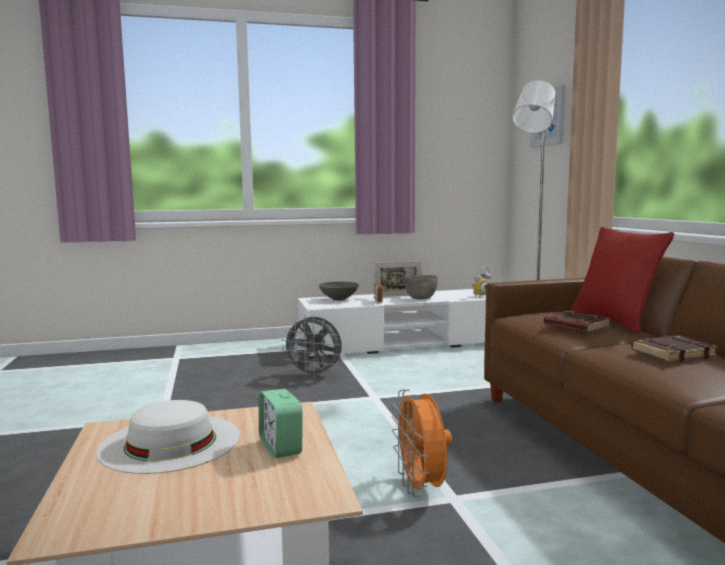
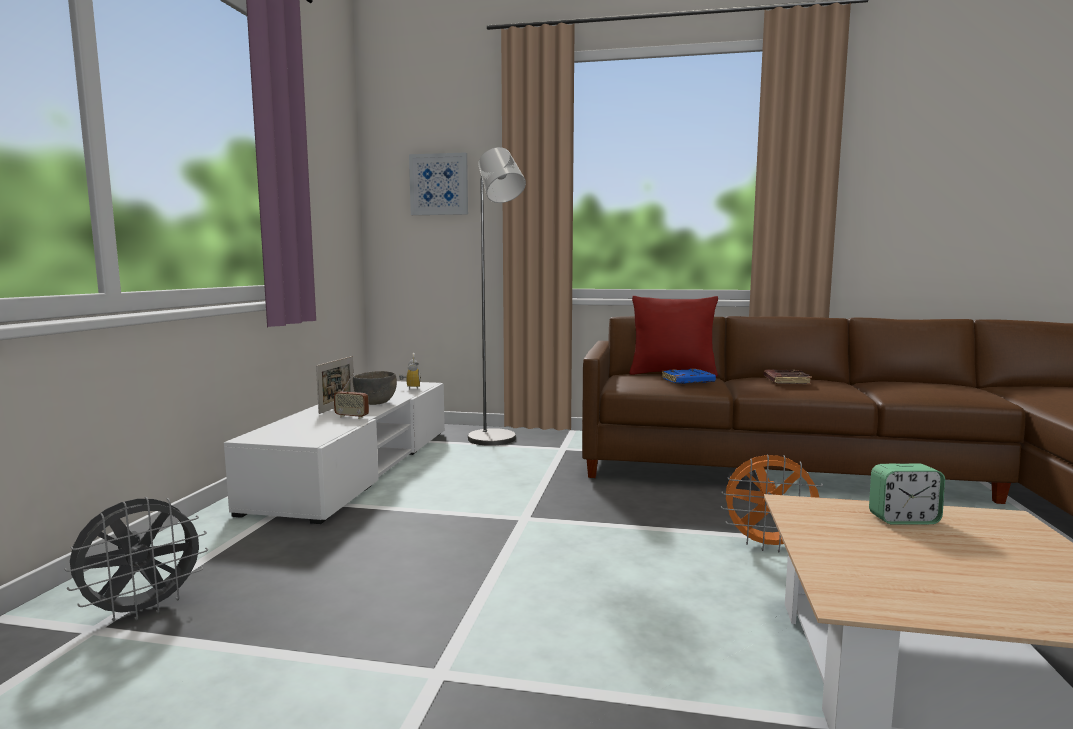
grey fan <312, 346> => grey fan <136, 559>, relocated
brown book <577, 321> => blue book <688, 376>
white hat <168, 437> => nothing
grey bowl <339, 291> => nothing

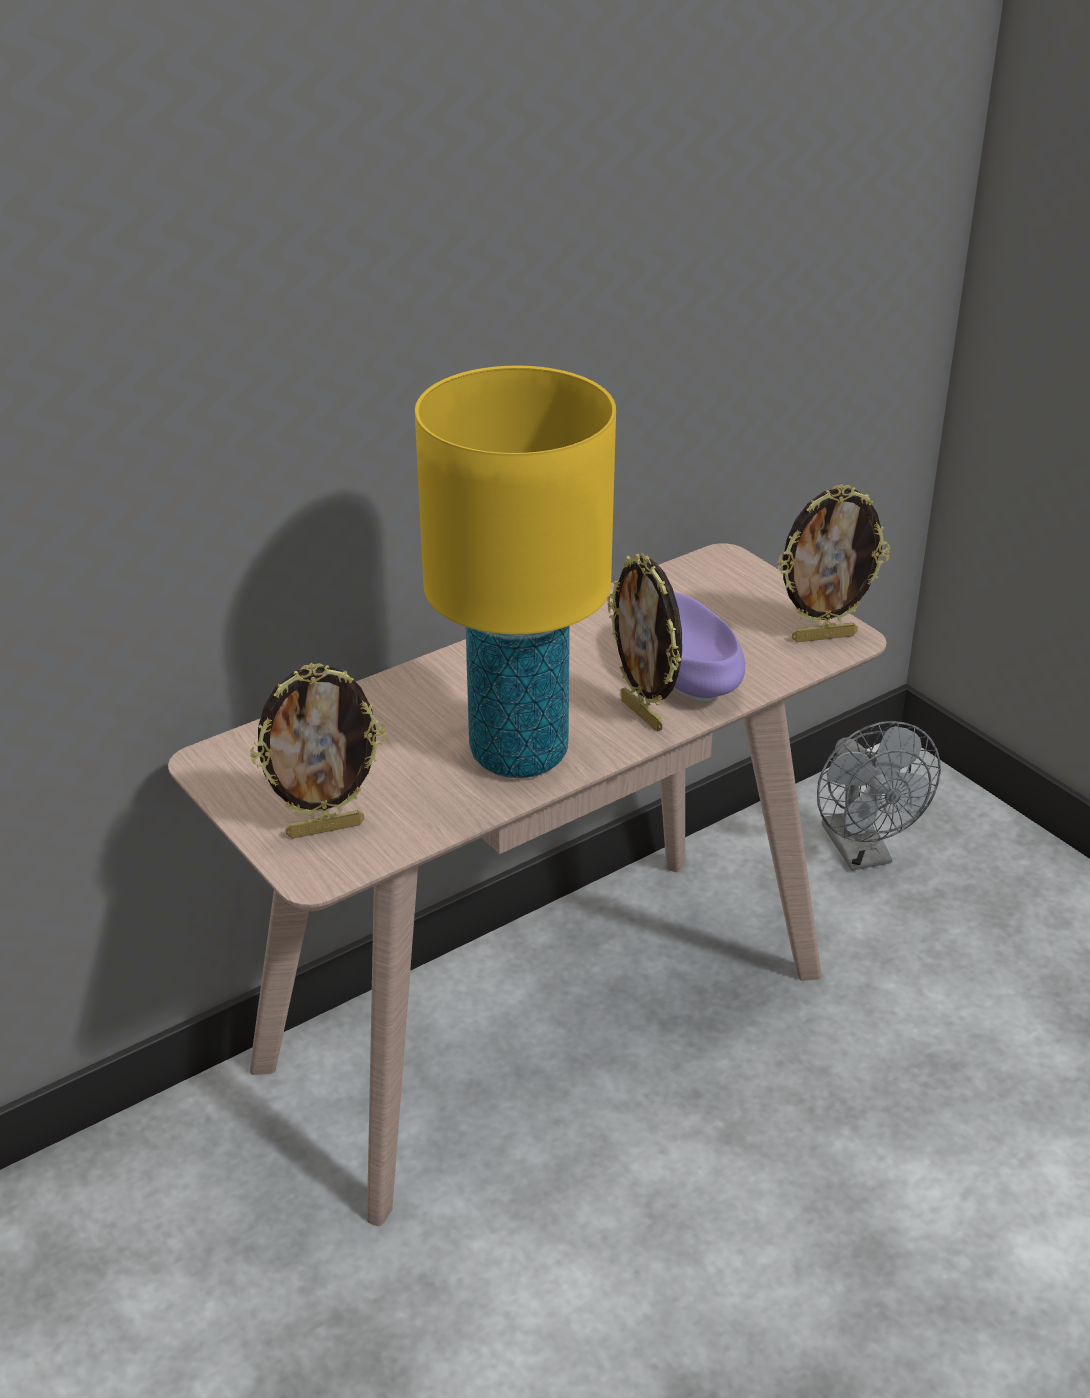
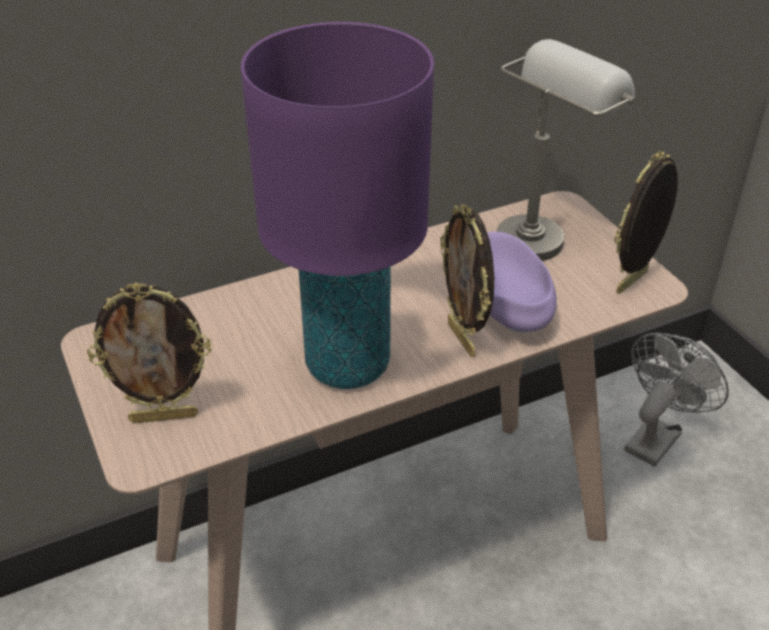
yellow table lamp <515, 571> => purple table lamp <337, 205>
nothing => grey table lamp <566, 150>
picture frame <833, 563> => picture frame <646, 222>, 135 degrees clockwise
grey fan <879, 796> => grey fan <676, 400>, 135 degrees counterclockwise

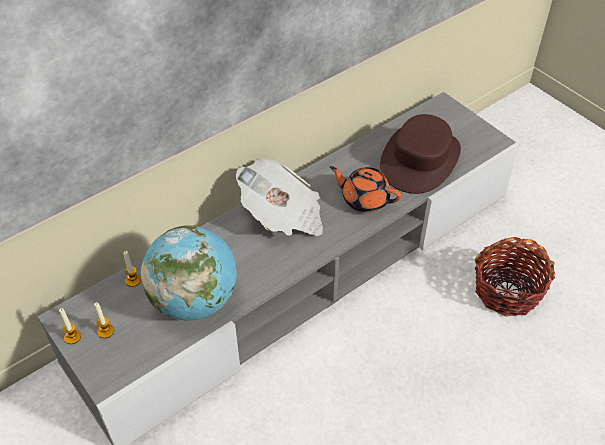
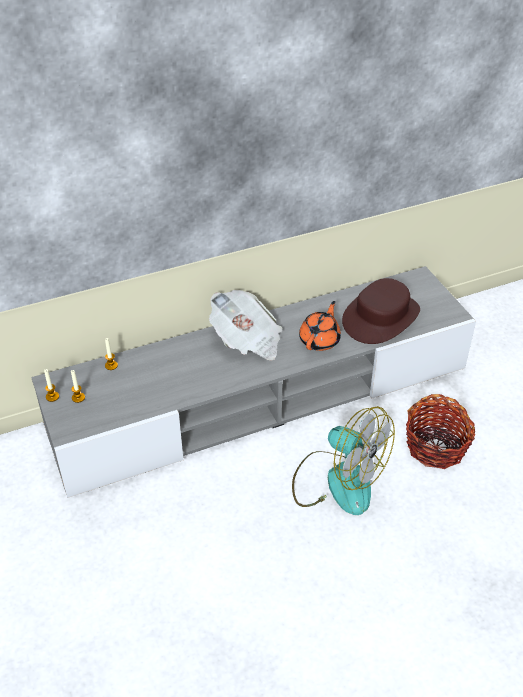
nothing => fan <343, 460>
orange teapot <366, 189> => orange teapot <320, 326>, 75 degrees clockwise
globe <188, 273> => nothing

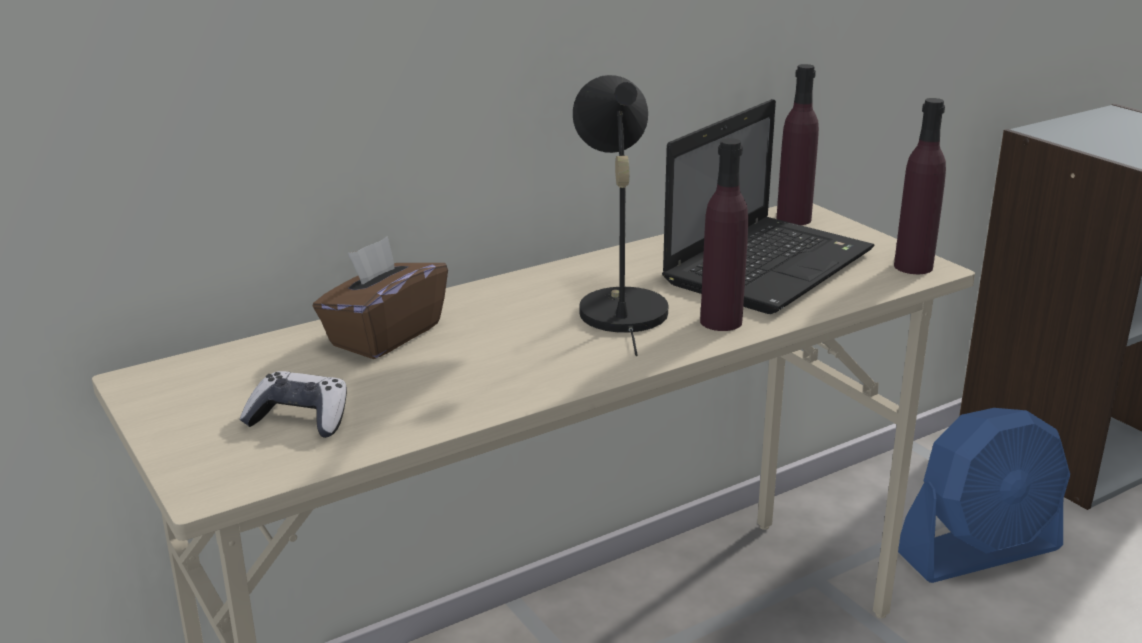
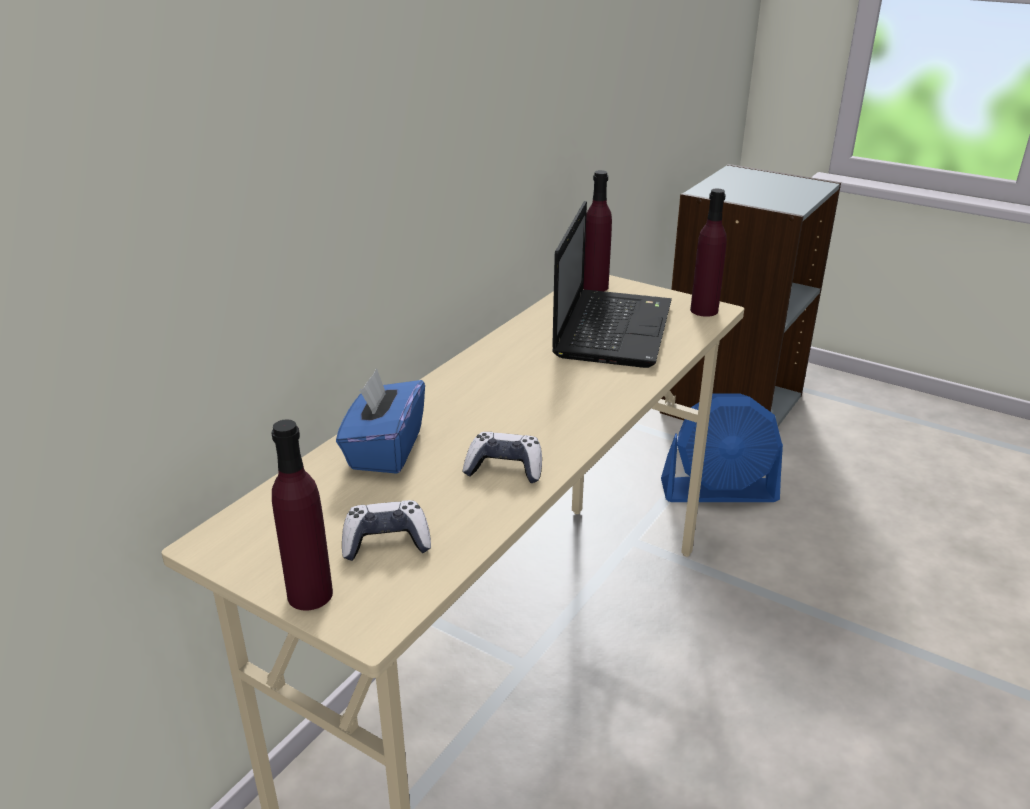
purple bottle <724, 234> => purple bottle <302, 515>, relocated
brown tissue box <380, 297> => blue tissue box <380, 421>
nothing => game controller <502, 457>
blue fan <984, 495> => blue fan <722, 447>, 45 degrees clockwise
black table lamp <620, 215> => nothing

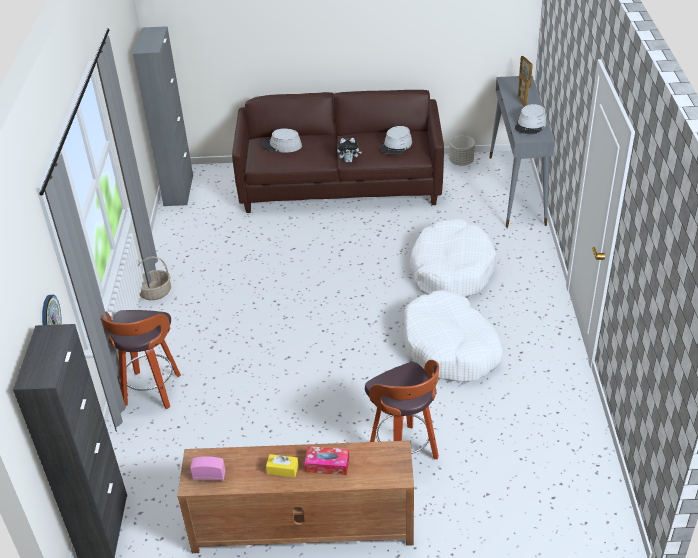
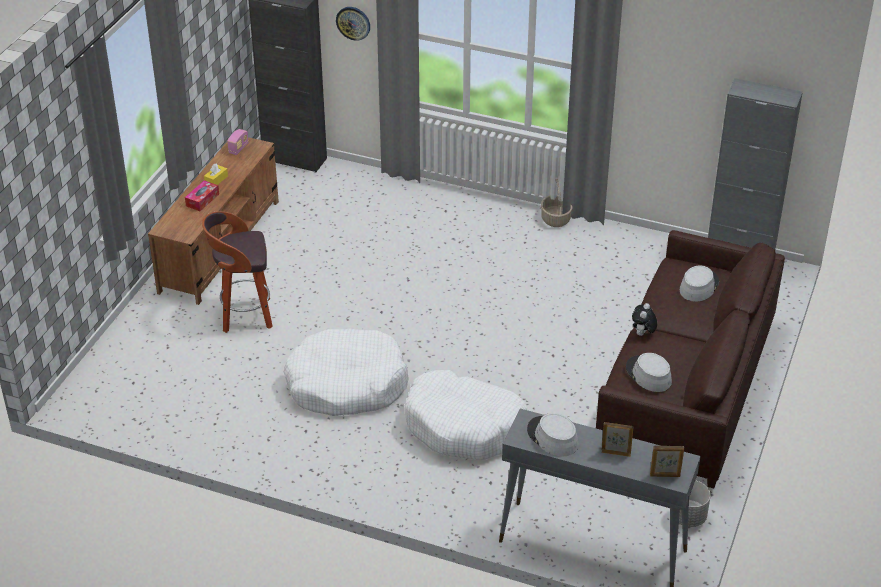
stool <140, 359> => nothing

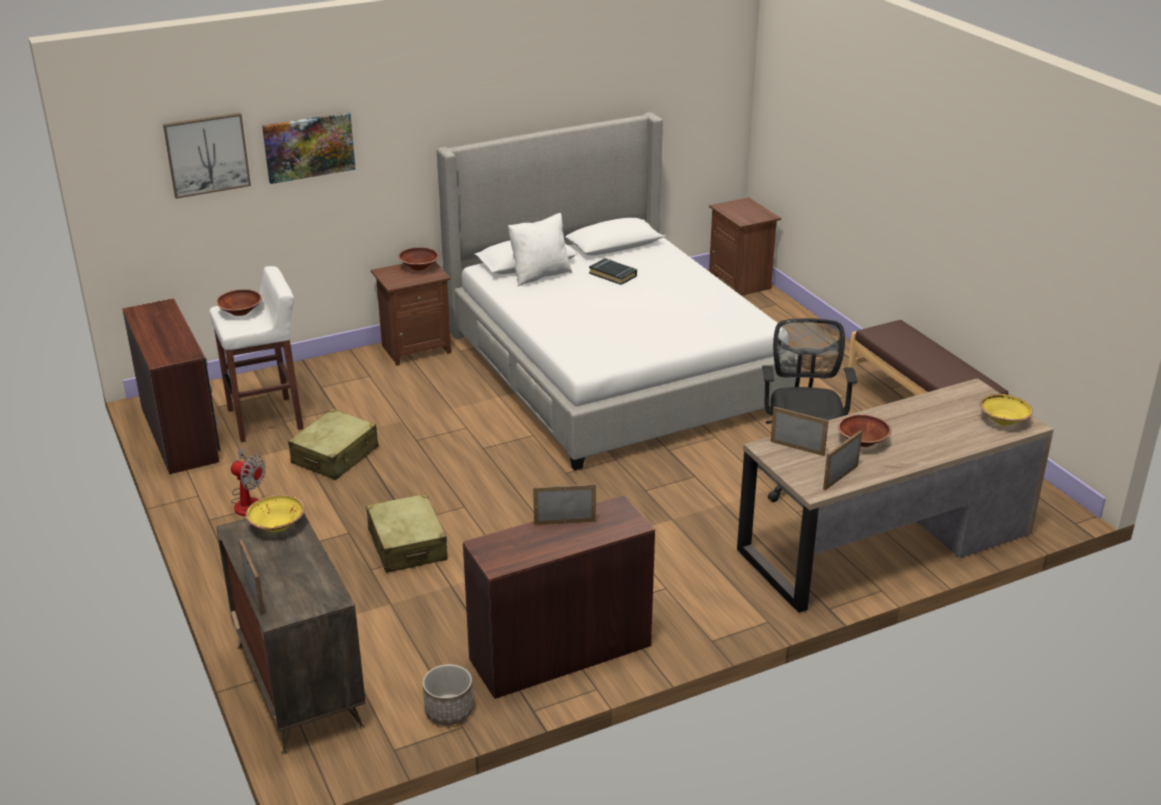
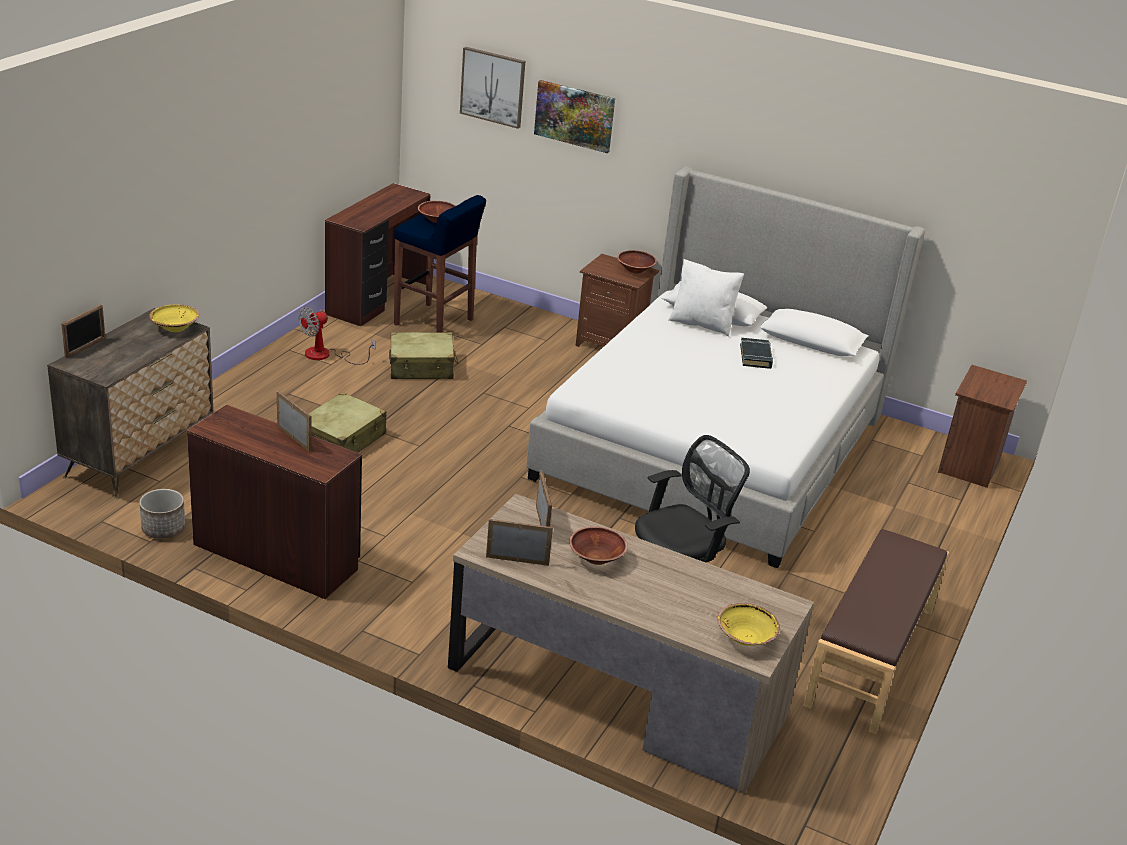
fan <248, 481> => fan <336, 336>, 60 degrees clockwise
white stool <257, 354> => blue stool <440, 263>

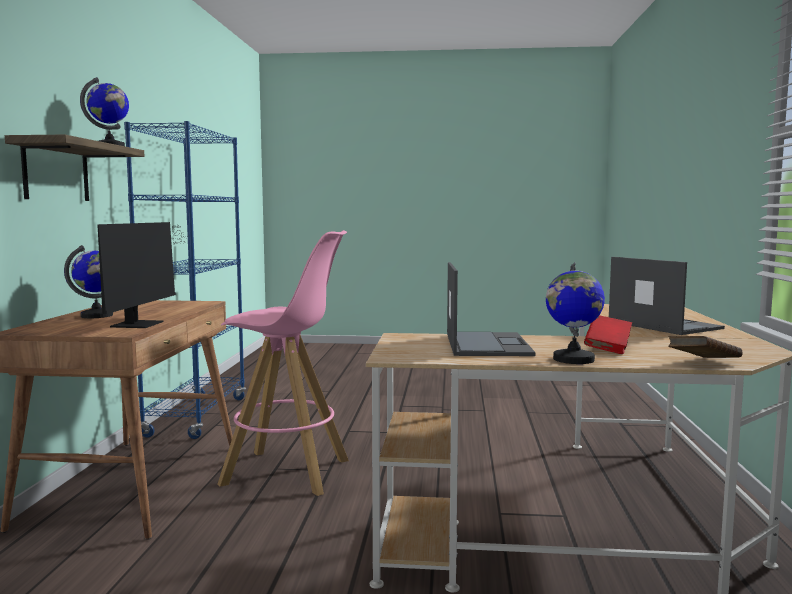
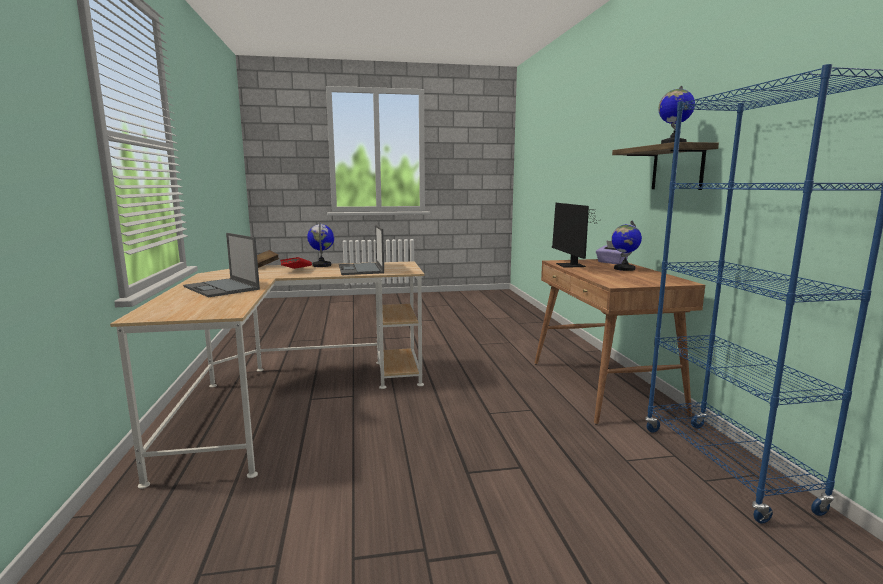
nothing => purple tissue box <612, 252>
pink stool <283, 363> => nothing

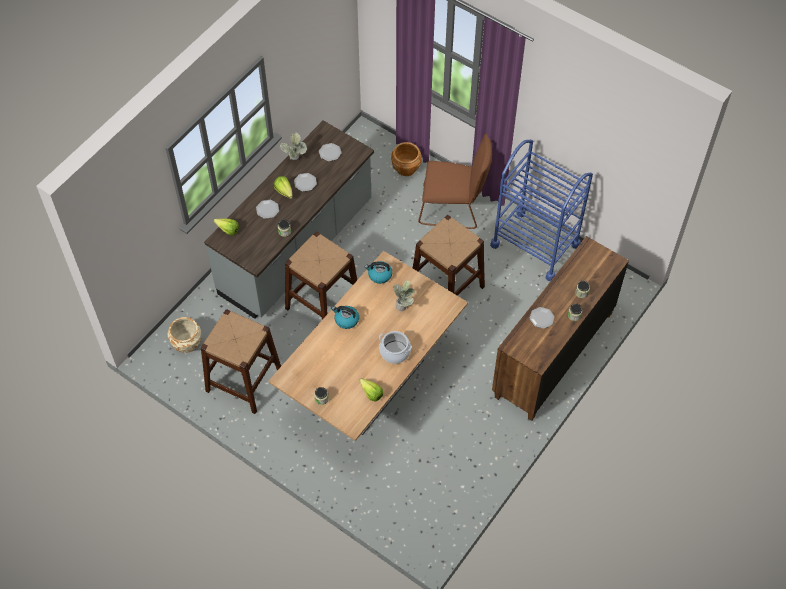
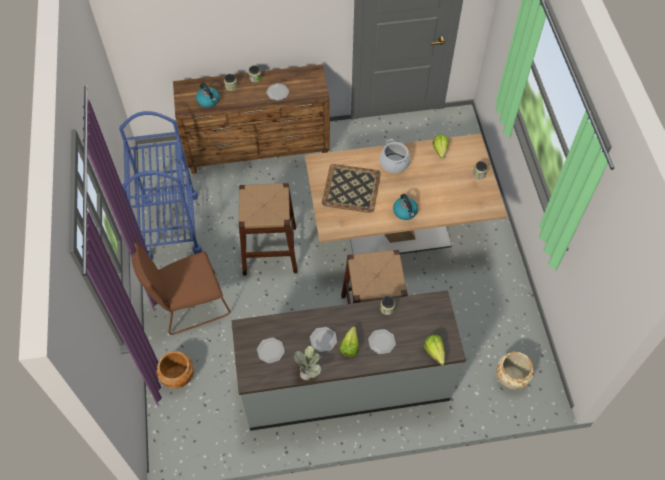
brown chair <455, 181> => brown chair <181, 289>, 75 degrees counterclockwise
kettle <378, 272> => kettle <207, 95>, relocated
potted plant <404, 295> => tray <351, 188>
brown stool <241, 361> => nothing

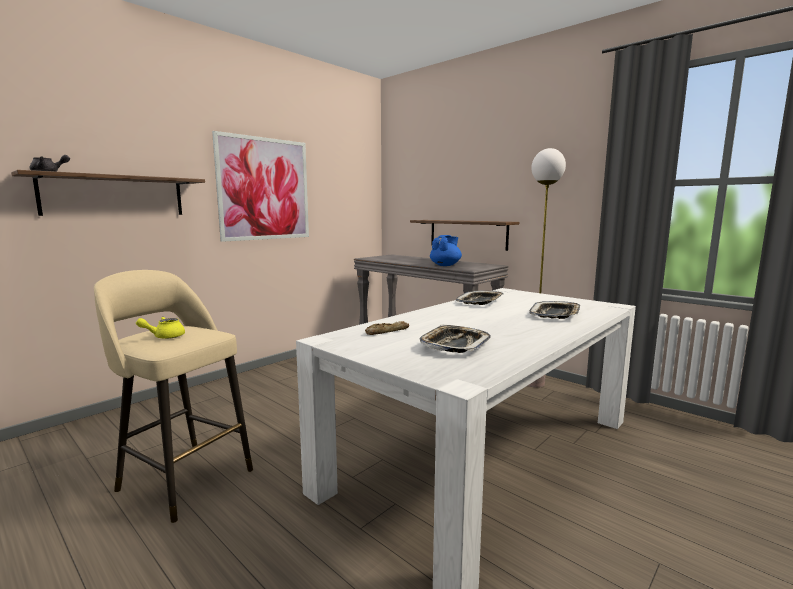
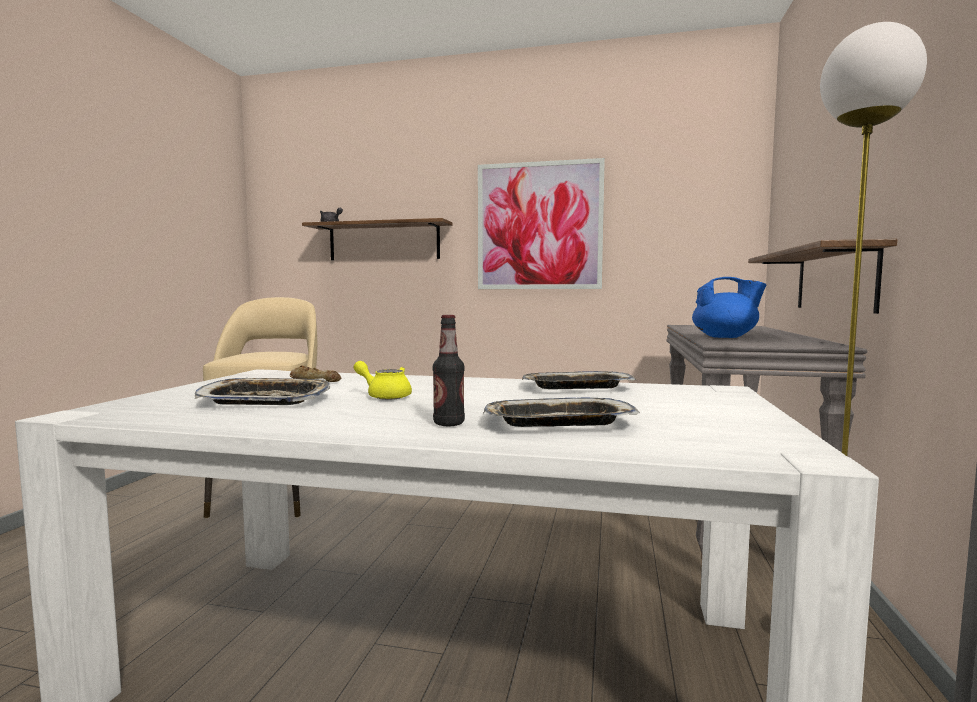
yellow teapot <160, 328> => yellow teapot <383, 380>, relocated
nothing => bottle <449, 370>

